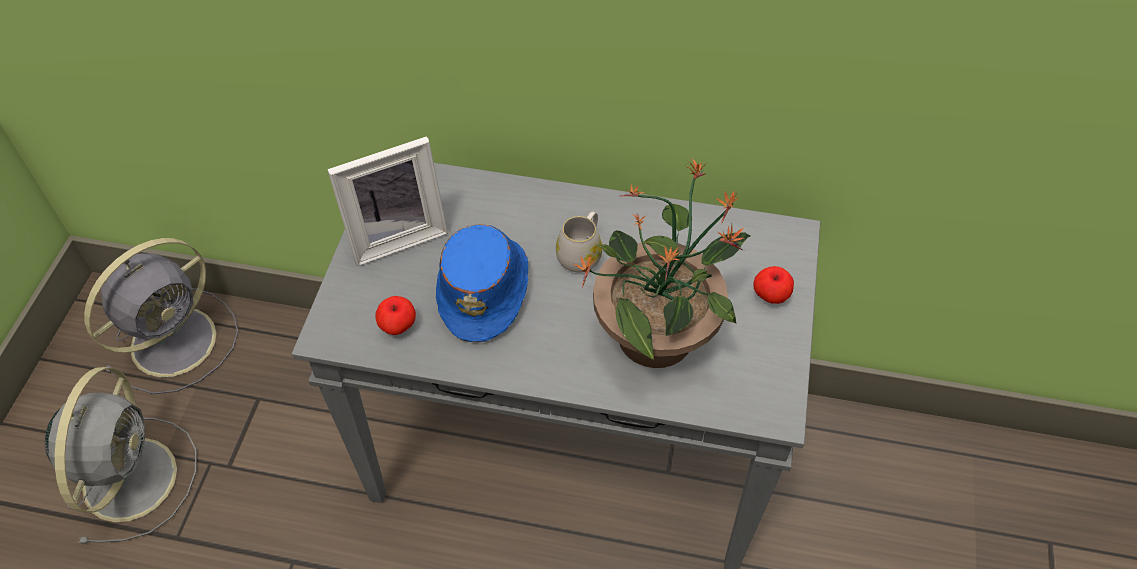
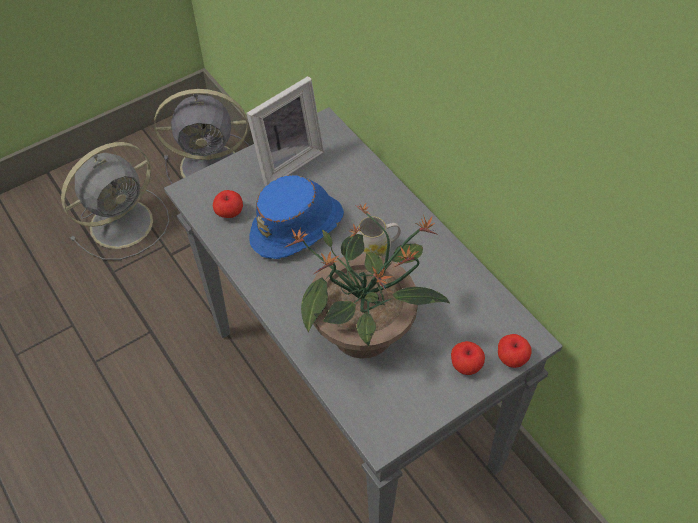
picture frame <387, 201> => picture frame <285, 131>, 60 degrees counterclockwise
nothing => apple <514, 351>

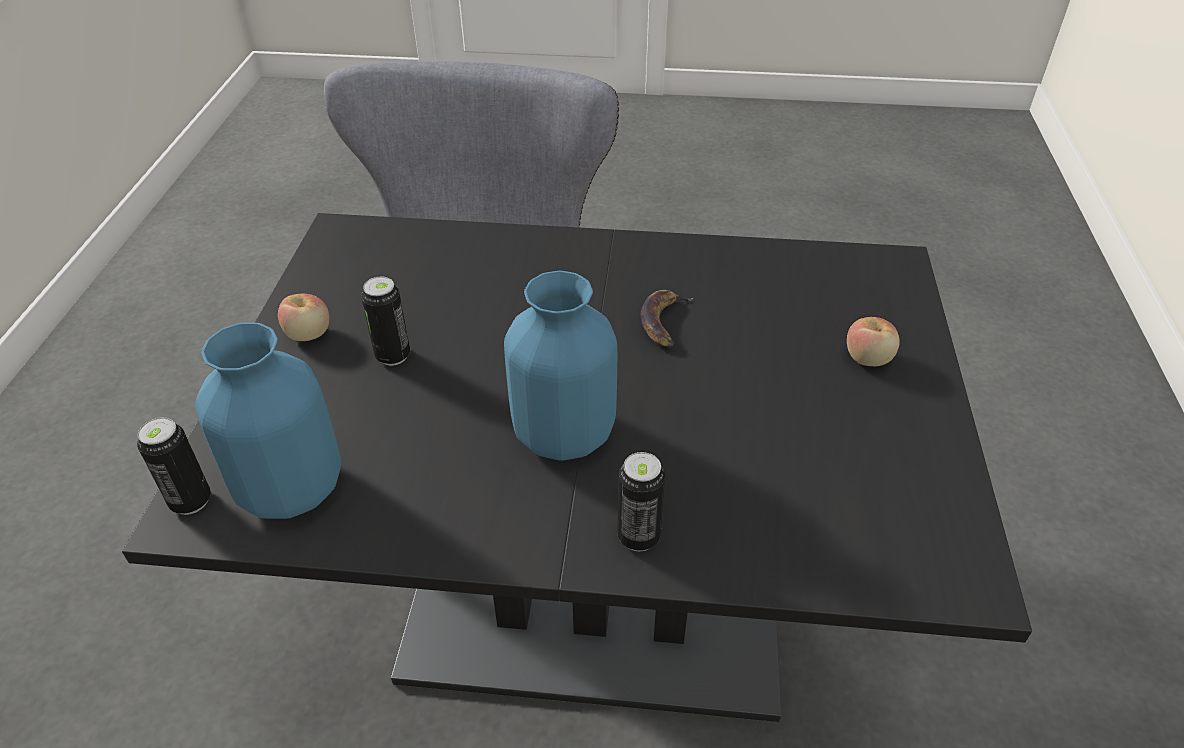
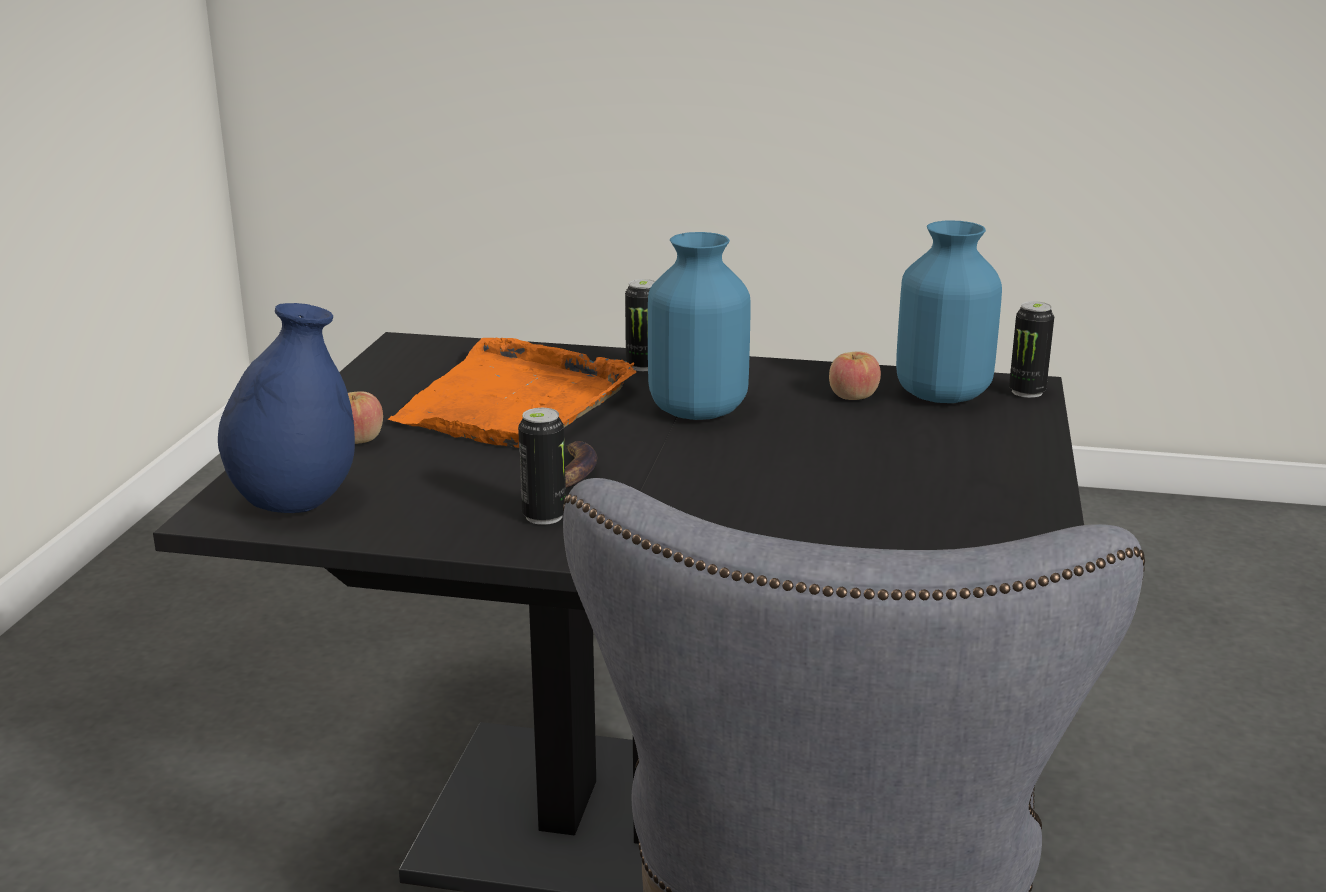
nothing => blue vase <286, 408>
nothing => orange tray <512, 393>
can <385, 321> => can <542, 466>, relocated
apple <303, 317> => apple <855, 375>, relocated

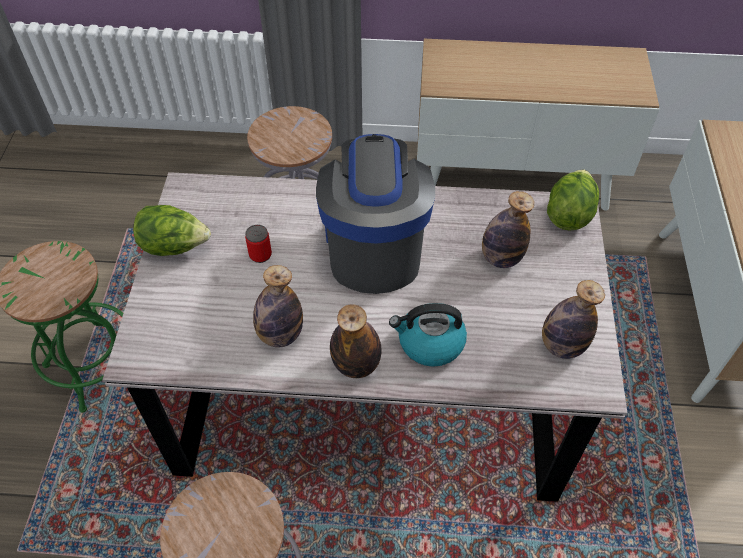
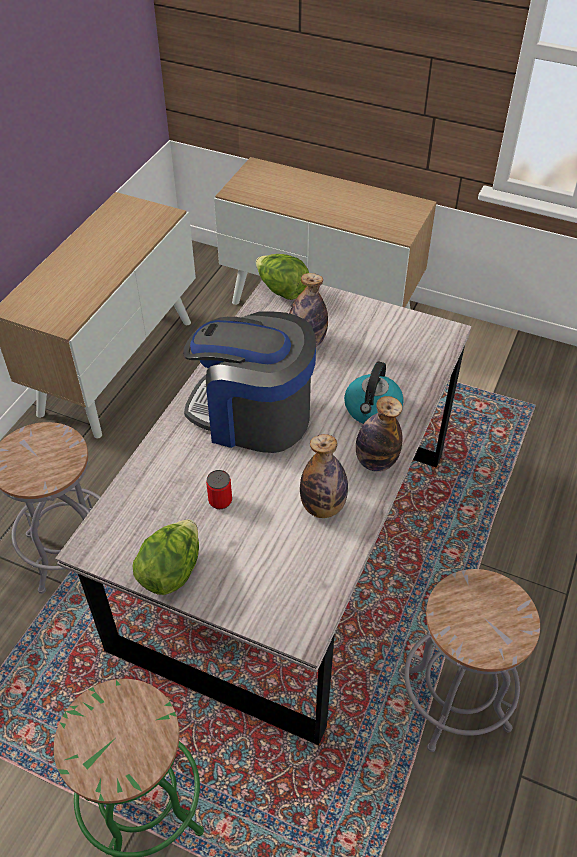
bottle <573, 319> => nothing

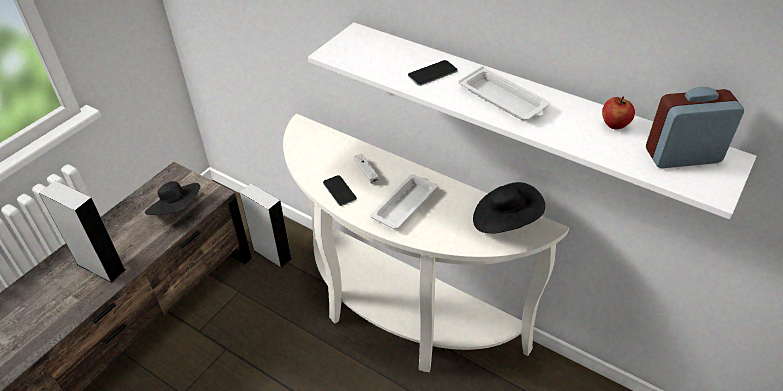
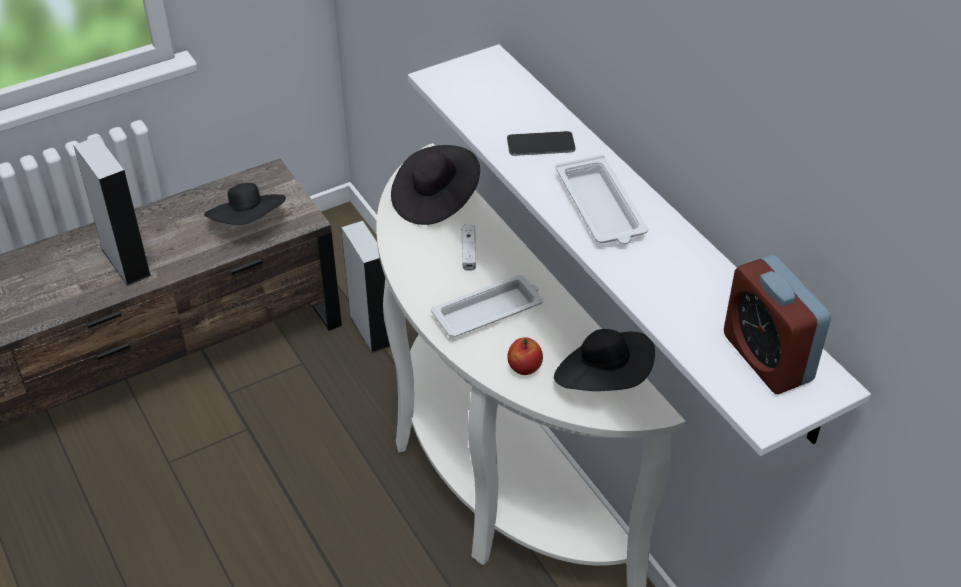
nothing => black hat <435, 185>
apple <618, 113> => apple <525, 356>, relocated
alarm clock <695, 127> => alarm clock <777, 324>, 135 degrees counterclockwise
phone <340, 190> => nothing

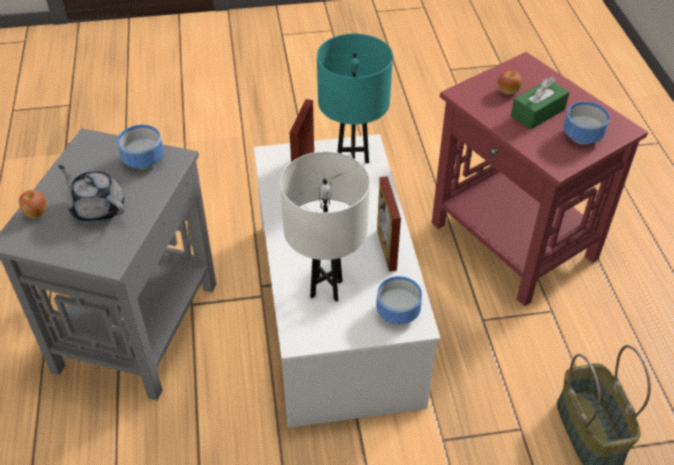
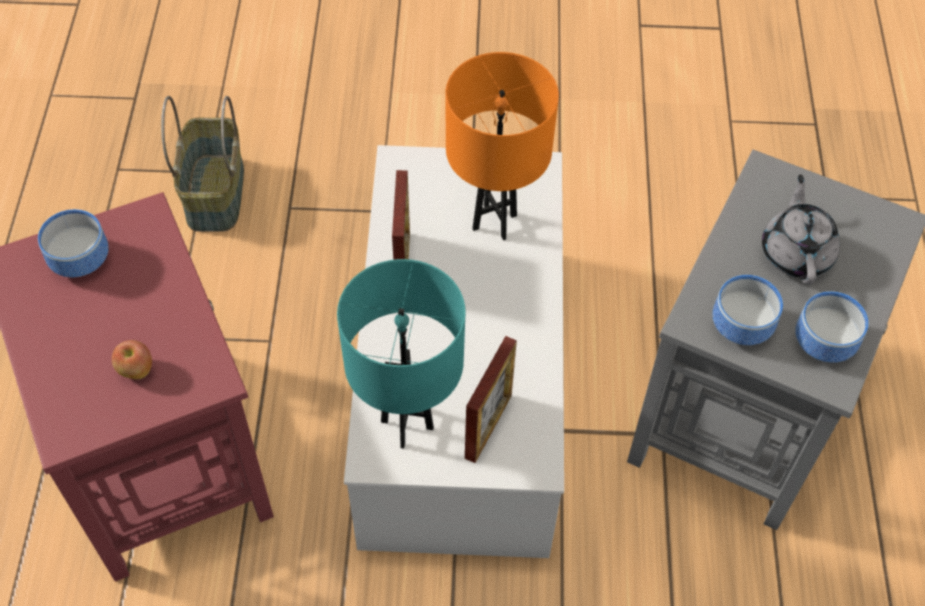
white table lamp <325, 227> => orange table lamp <502, 146>
grey teapot <91, 194> => grey teapot <801, 229>, 135 degrees counterclockwise
bowl <399, 300> => bowl <832, 327>, relocated
apple <33, 204> => nothing
green tissue box <540, 103> => nothing

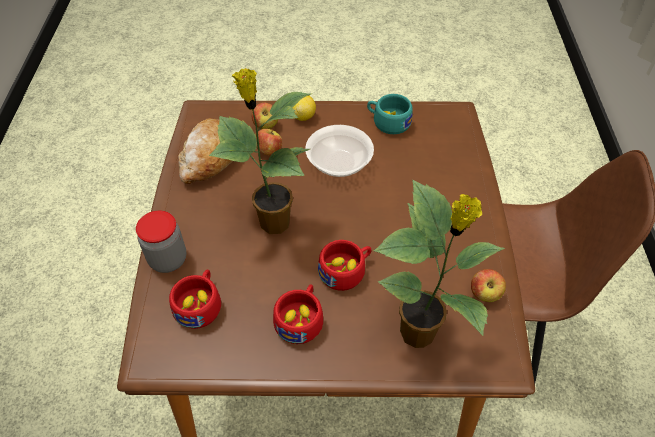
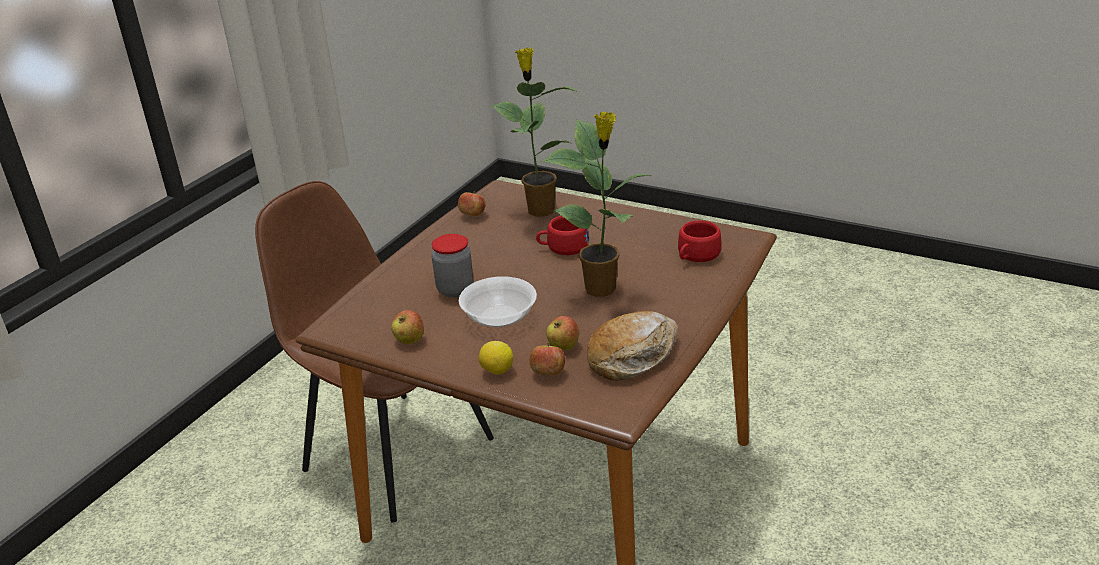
turquoise cup <390, 114> => apple <407, 327>
jar <161, 242> => jar <452, 265>, relocated
red cup <298, 314> => nothing

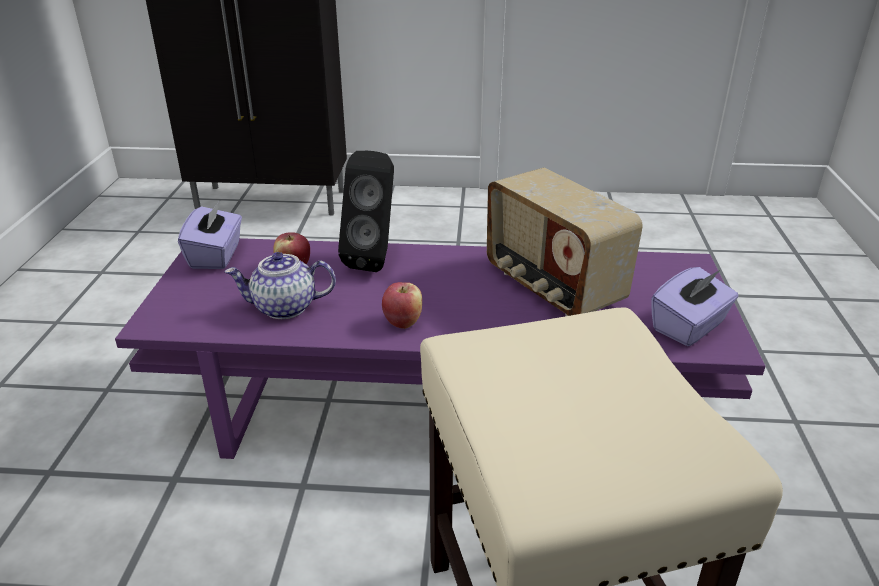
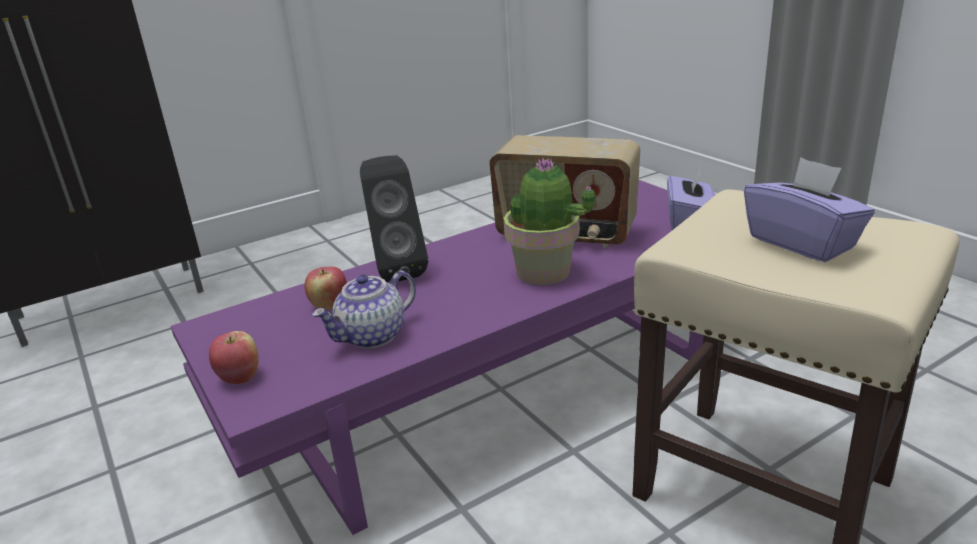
apple <402, 305> => apple <234, 357>, relocated
nothing => potted plant <549, 221>
purple tissue box <210, 235> => purple tissue box <809, 209>, relocated

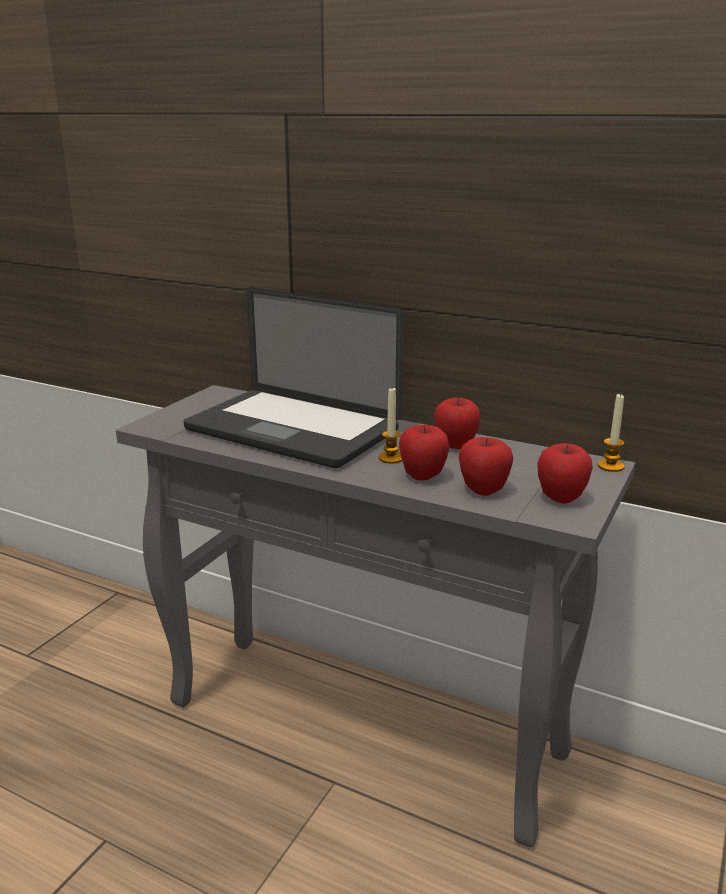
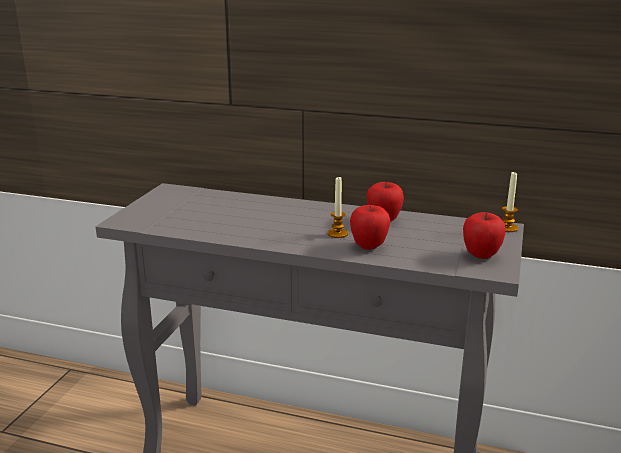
laptop <294, 377> => nothing
apple <486, 466> => nothing

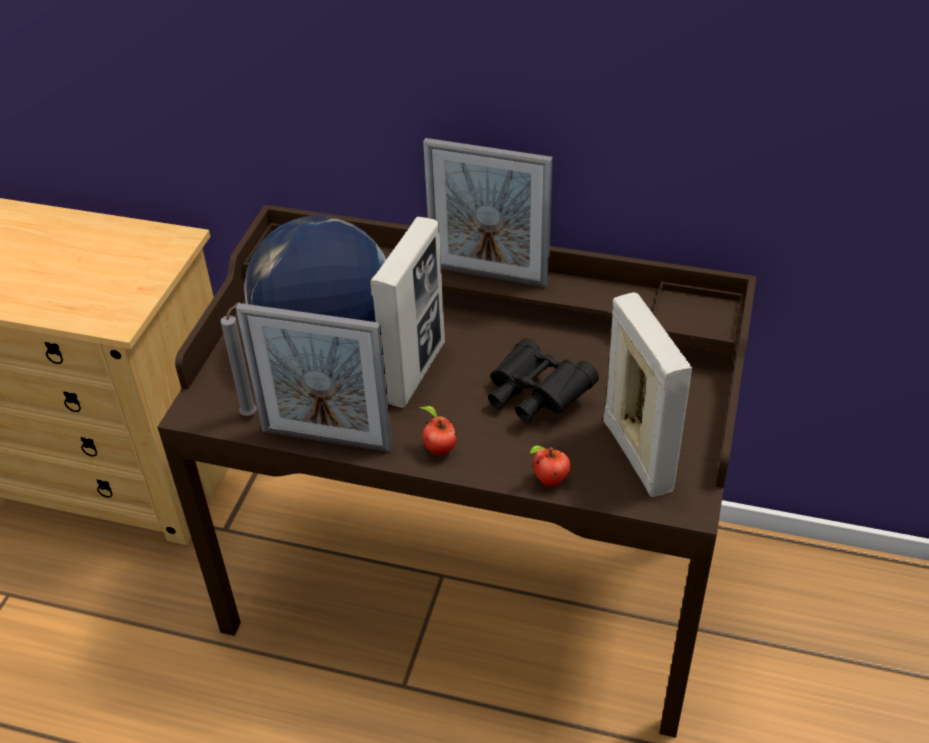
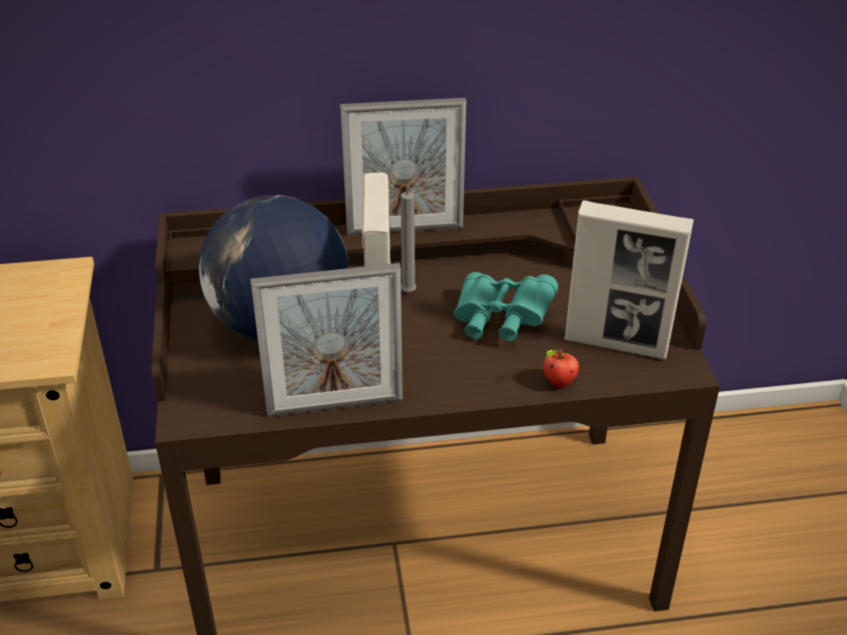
grey candle <239, 359> => grey candle <409, 235>, relocated
black binoculars <543, 380> => turquoise binoculars <506, 306>
picture frame <647, 394> => picture frame <629, 279>, 150 degrees clockwise
apple <438, 431> => nothing

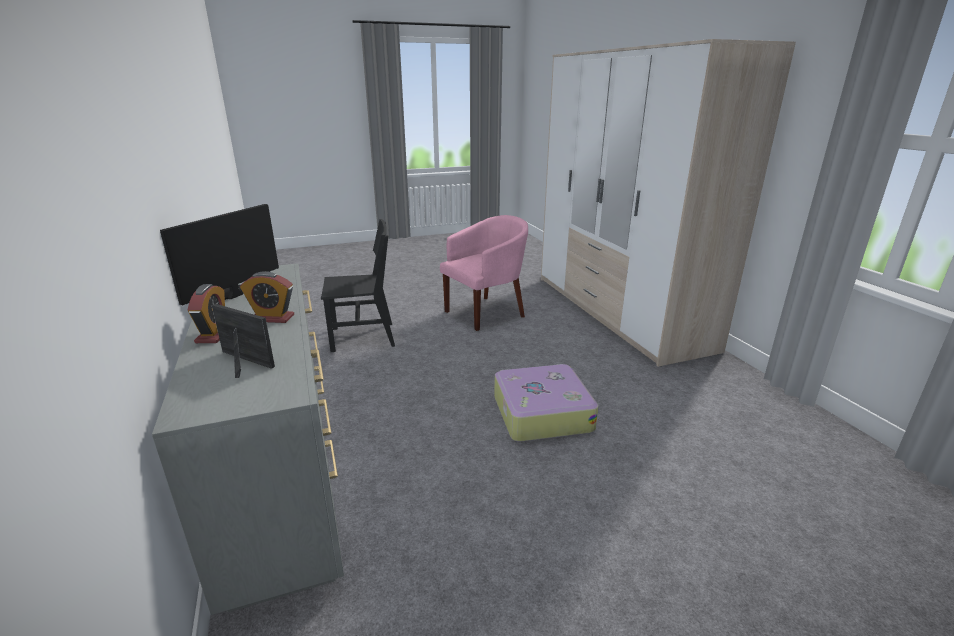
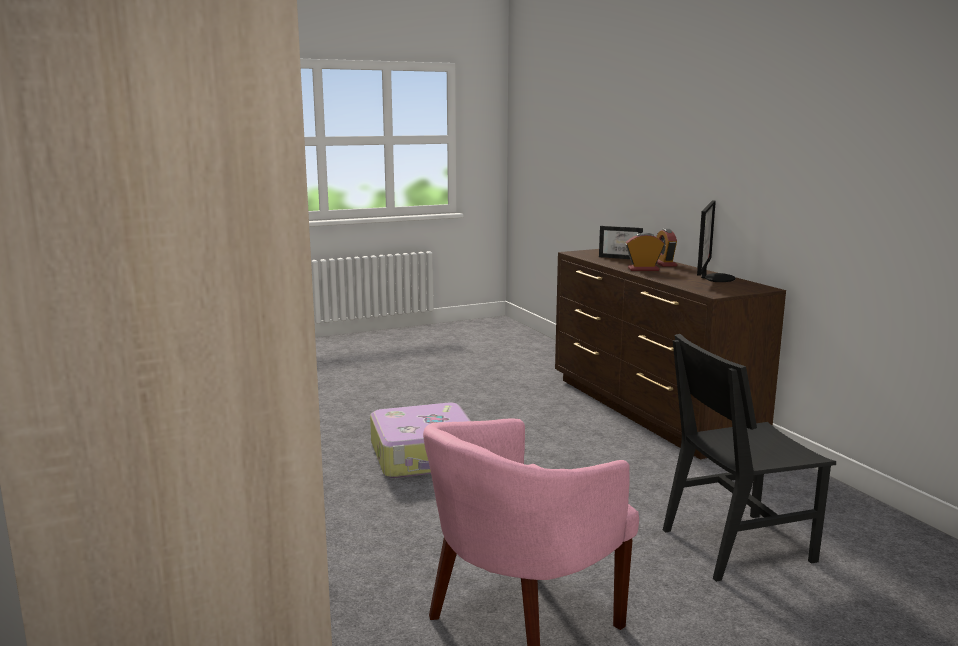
grey dresser <248, 439> => brown dresser <670, 354>

